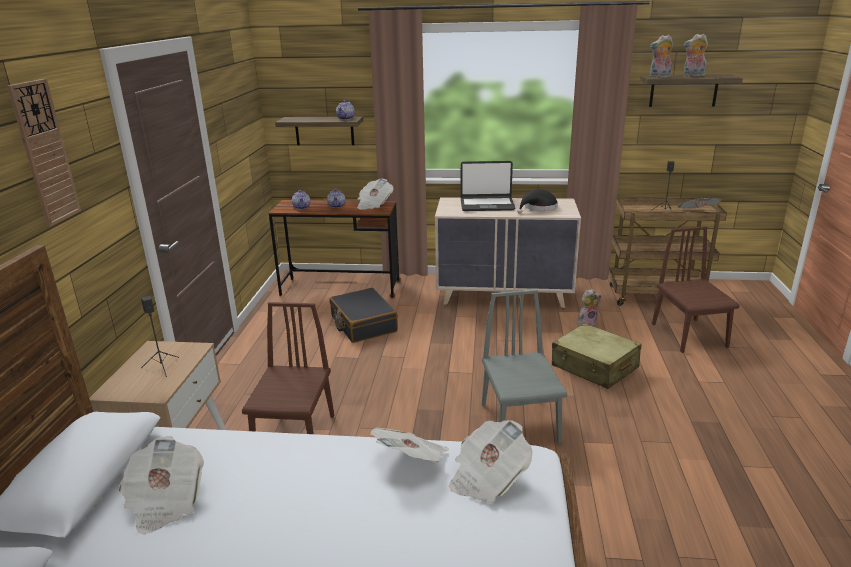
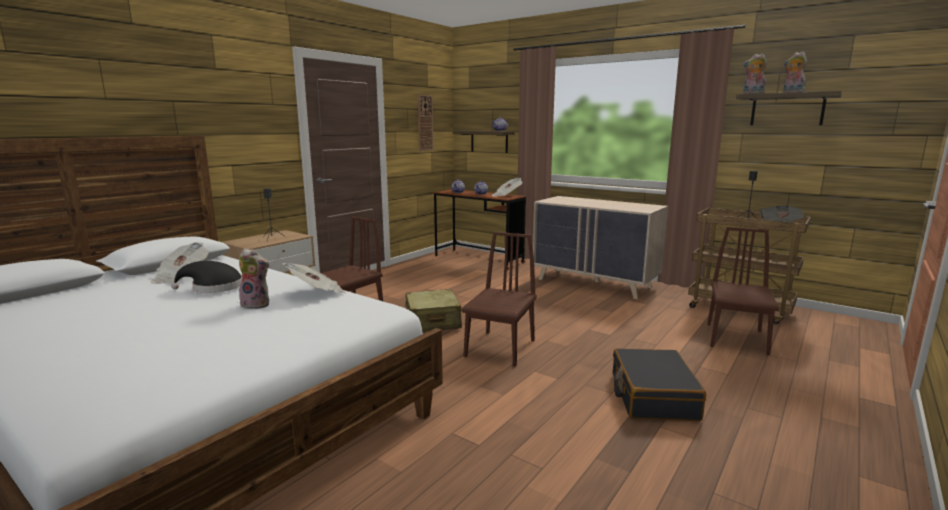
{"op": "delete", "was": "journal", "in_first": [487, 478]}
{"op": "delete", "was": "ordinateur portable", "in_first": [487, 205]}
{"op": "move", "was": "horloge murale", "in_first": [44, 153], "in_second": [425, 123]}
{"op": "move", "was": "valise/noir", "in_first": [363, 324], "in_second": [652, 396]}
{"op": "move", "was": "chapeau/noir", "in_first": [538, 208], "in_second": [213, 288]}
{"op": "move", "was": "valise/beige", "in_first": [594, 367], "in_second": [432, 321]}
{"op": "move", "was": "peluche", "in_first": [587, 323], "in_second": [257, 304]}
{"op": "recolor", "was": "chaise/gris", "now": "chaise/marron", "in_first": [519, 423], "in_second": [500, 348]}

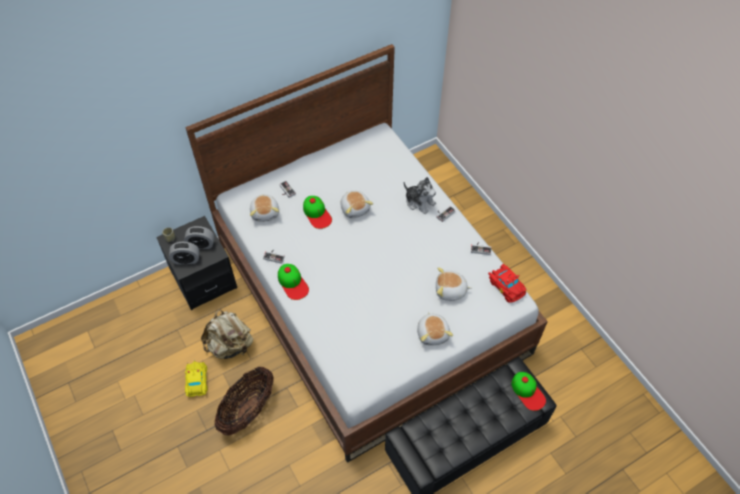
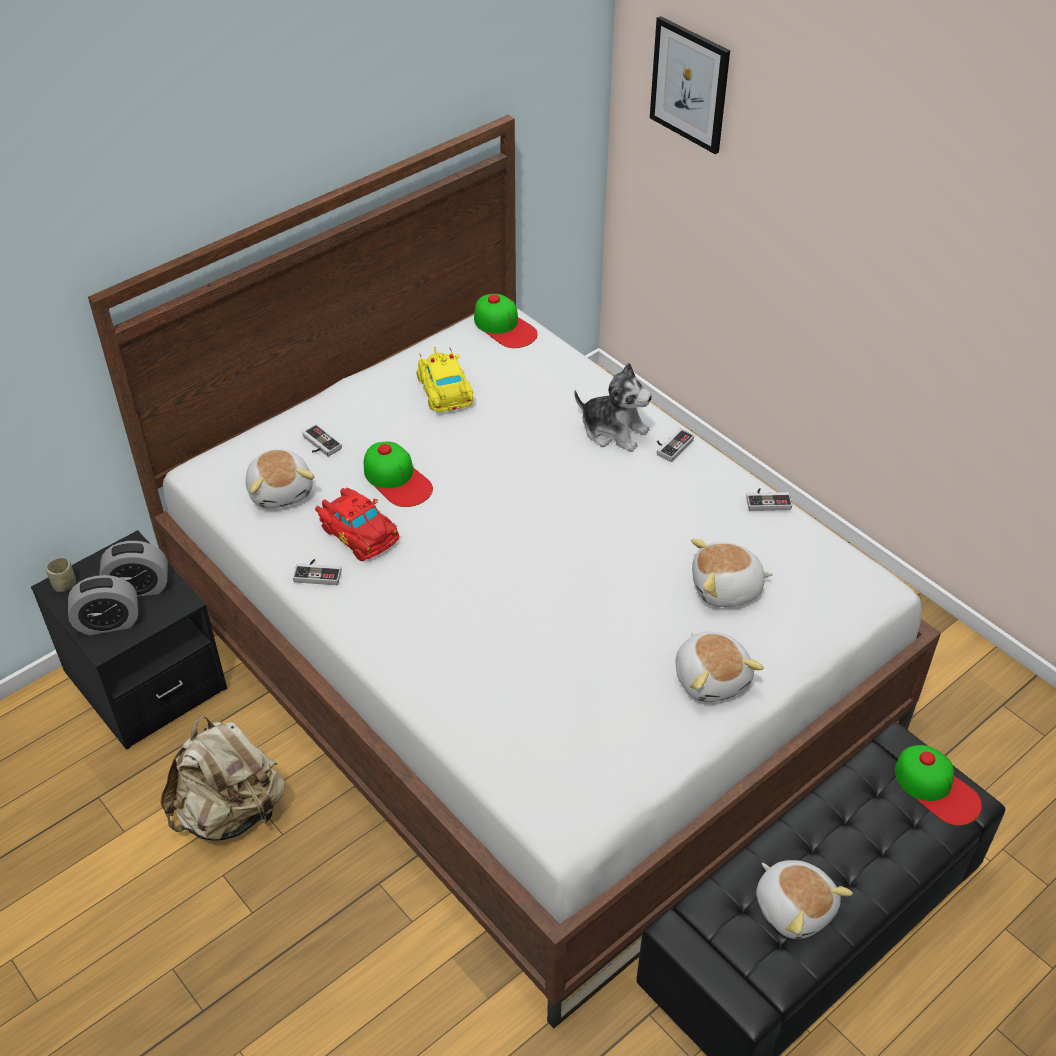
{"op": "delete", "was": "panier", "in_first": [248, 410]}
{"op": "insert", "now": "tableau", "in_second": [690, 84]}
{"op": "move", "was": "petite voiture/jaune", "in_first": [196, 382], "in_second": [444, 392]}
{"op": "move", "was": "casquette", "in_first": [293, 283], "in_second": [504, 326]}
{"op": "move", "was": "peluche", "in_first": [355, 208], "in_second": [794, 907]}
{"op": "move", "was": "petite voiture/rouge", "in_first": [506, 285], "in_second": [359, 531]}

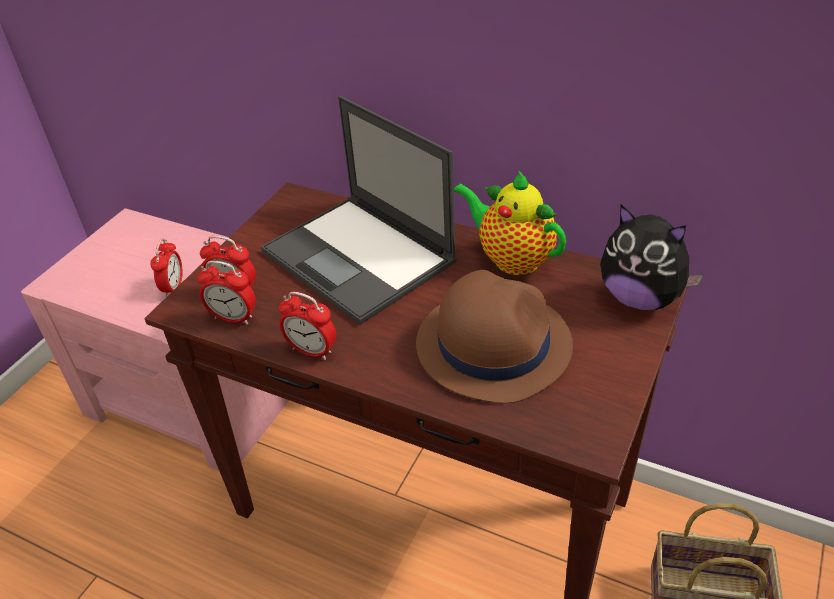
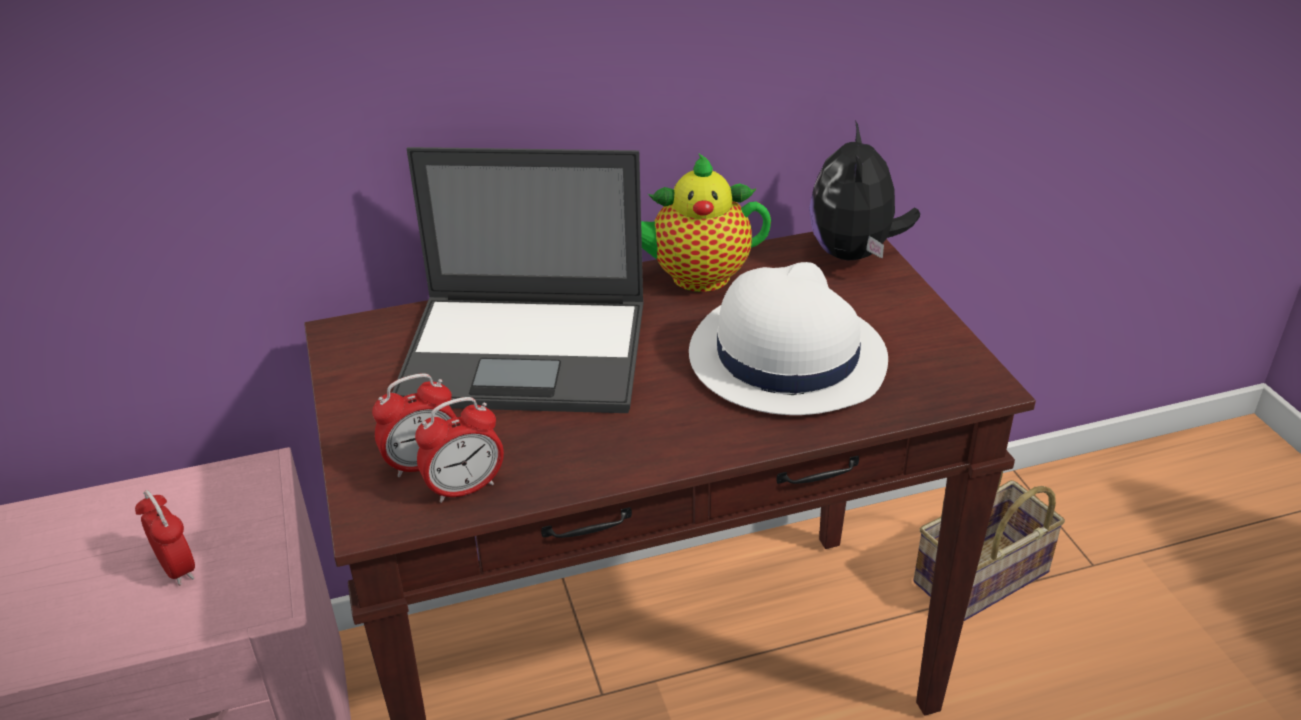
{"op": "delete", "was": "réveil", "in_first": [312, 351]}
{"op": "recolor", "was": "chapeau/marron", "now": "chapeau/blanc", "in_first": [493, 344], "in_second": [785, 357]}
{"op": "rotate", "was": "peluche", "in_first": [641, 298], "in_second": [854, 254], "clockwise": 105}

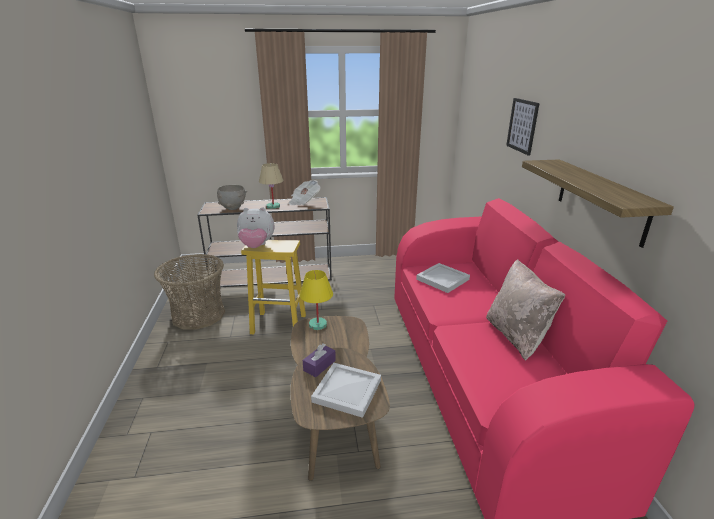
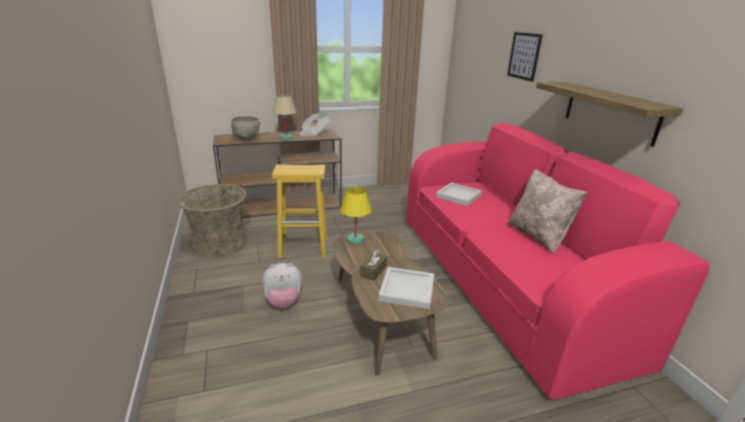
{"op": "move", "was": "peluche", "in_first": [256, 246], "in_second": [283, 302]}
{"op": "recolor", "was": "boîte à mouchoirs/violet", "now": "boîte à mouchoirs/marron", "in_first": [319, 365], "in_second": [373, 271]}

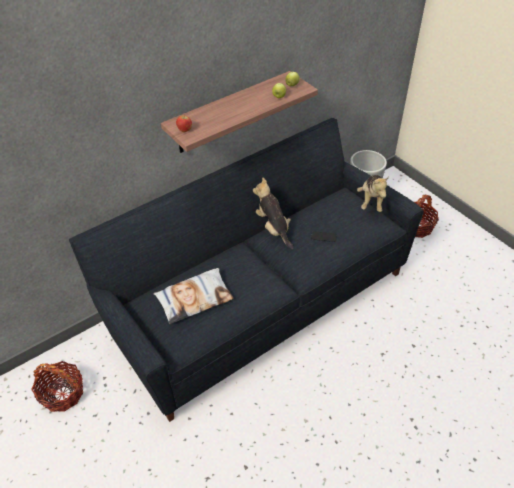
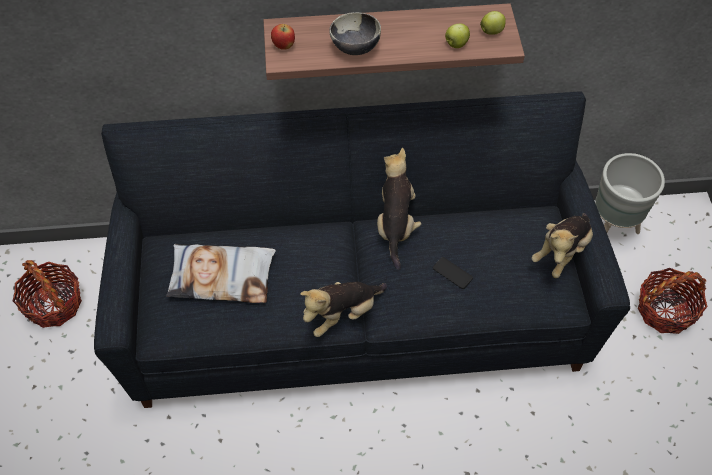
{"op": "insert", "now": "peluche", "in_second": [342, 314]}
{"op": "insert", "now": "bol", "in_second": [355, 48]}

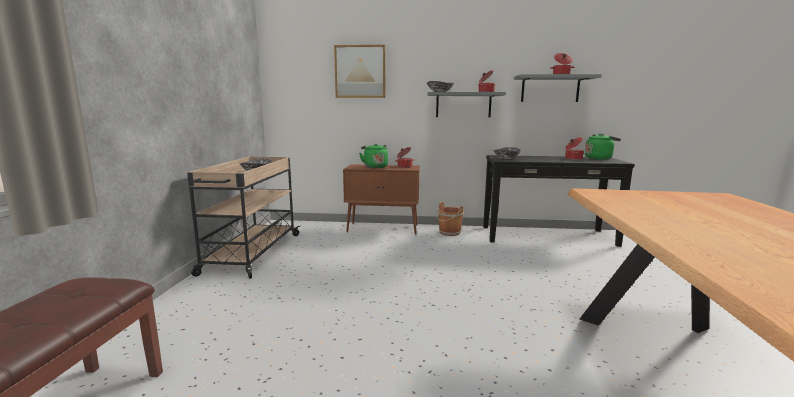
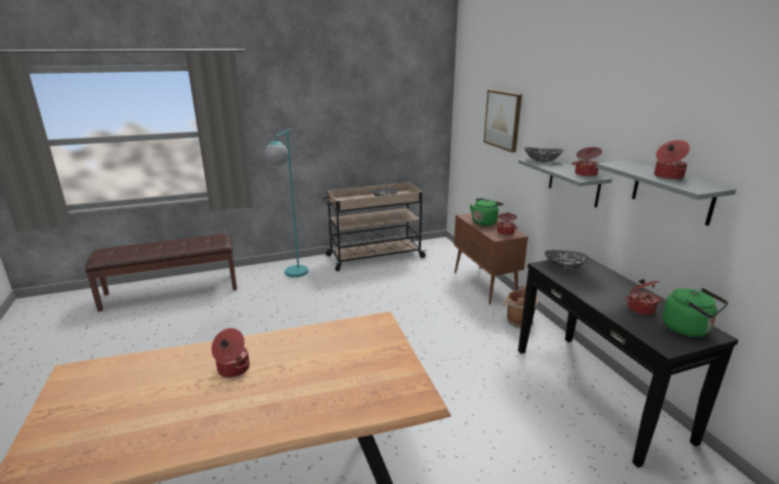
{"op": "insert", "now": "marmite", "in_second": [233, 369]}
{"op": "insert", "now": "lampadaire/turquoise", "in_second": [293, 275]}

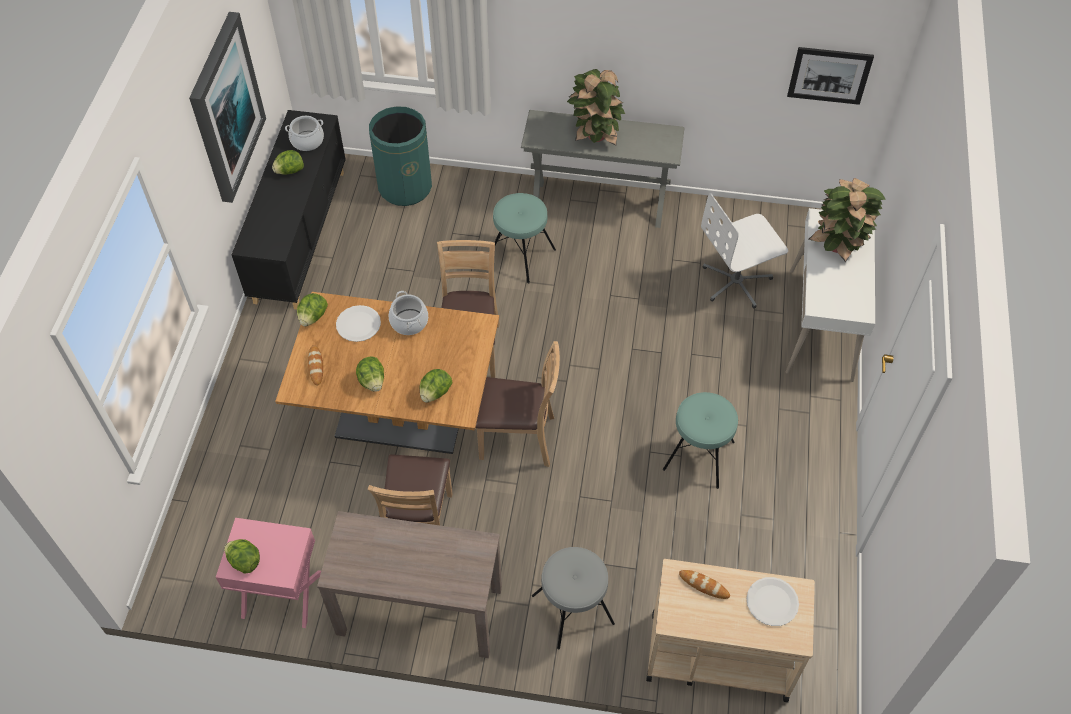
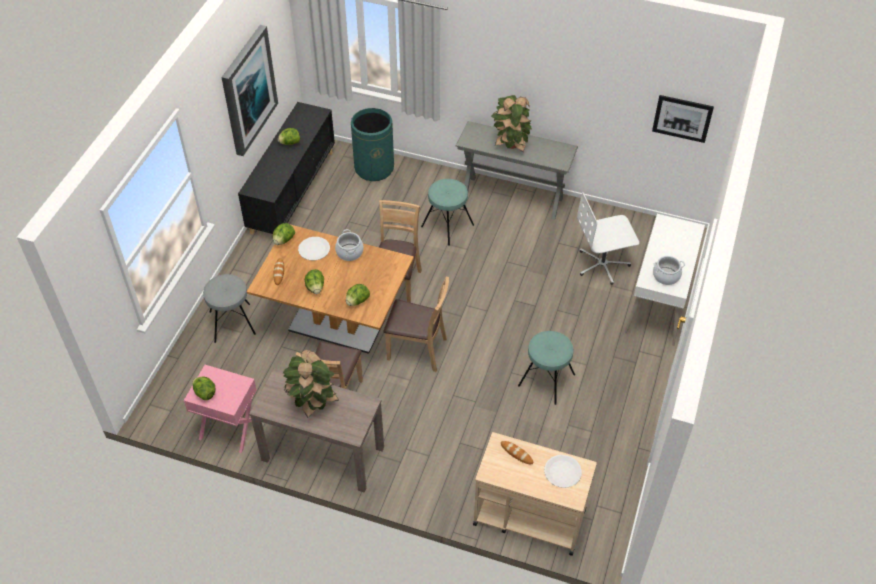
{"op": "move", "was": "marmite", "in_first": [307, 141], "in_second": [666, 276]}
{"op": "move", "was": "tabouret/gris", "in_first": [572, 609], "in_second": [232, 323]}
{"op": "move", "was": "plante en pot", "in_first": [837, 247], "in_second": [313, 403]}

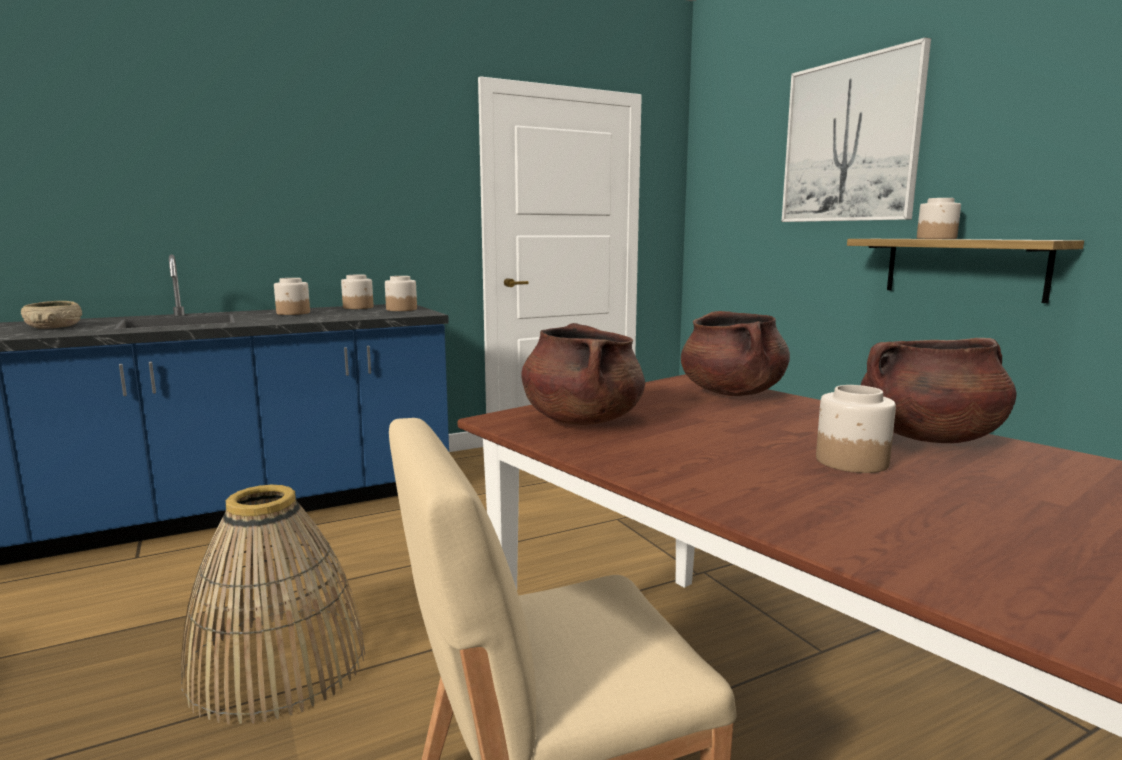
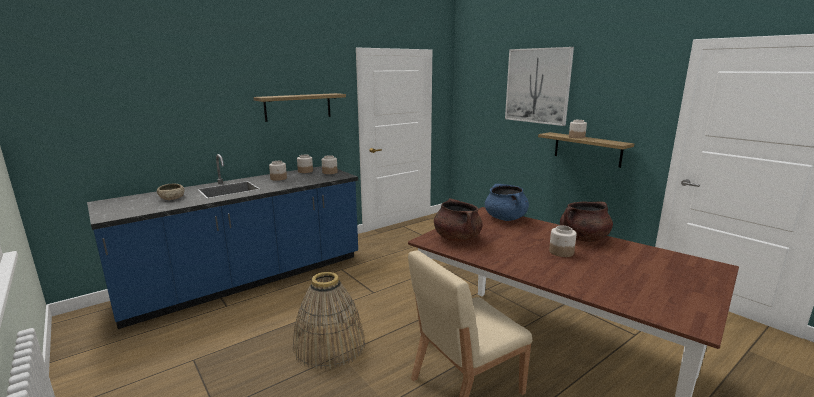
{"op": "insert", "now": "étagère", "in_second": [298, 107]}
{"op": "recolor", "was": "marmite/marron", "now": "marmite/bleu", "in_first": [732, 393], "in_second": [505, 218]}

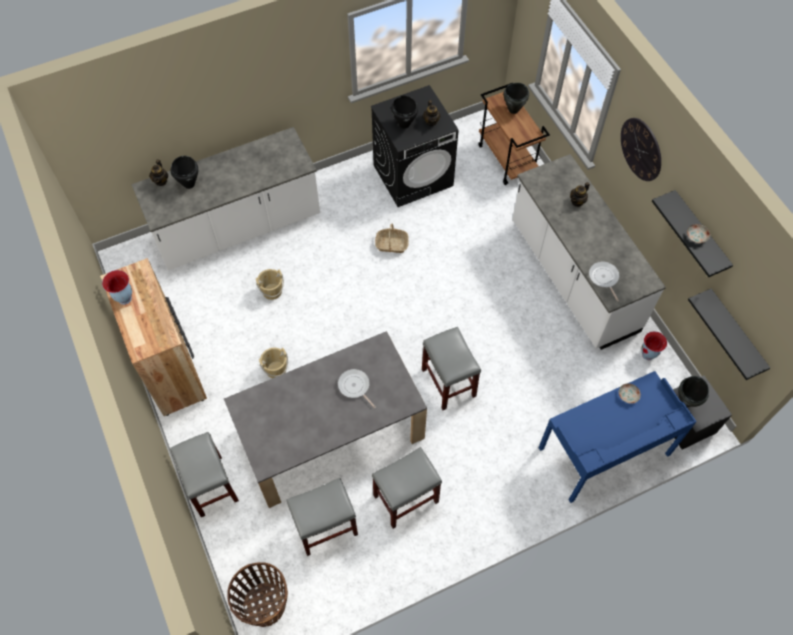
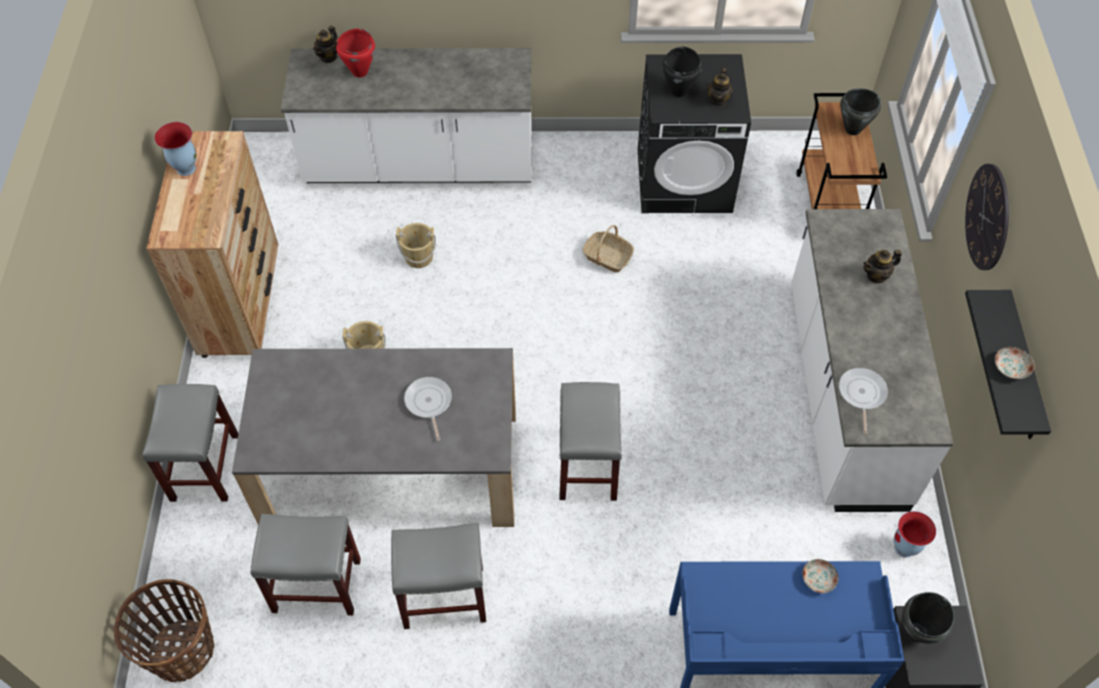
{"op": "delete", "was": "étagère/noir", "in_first": [735, 333]}
{"op": "recolor", "was": "marmite/noir", "now": "marmite/rouge", "in_first": [189, 184], "in_second": [359, 72]}

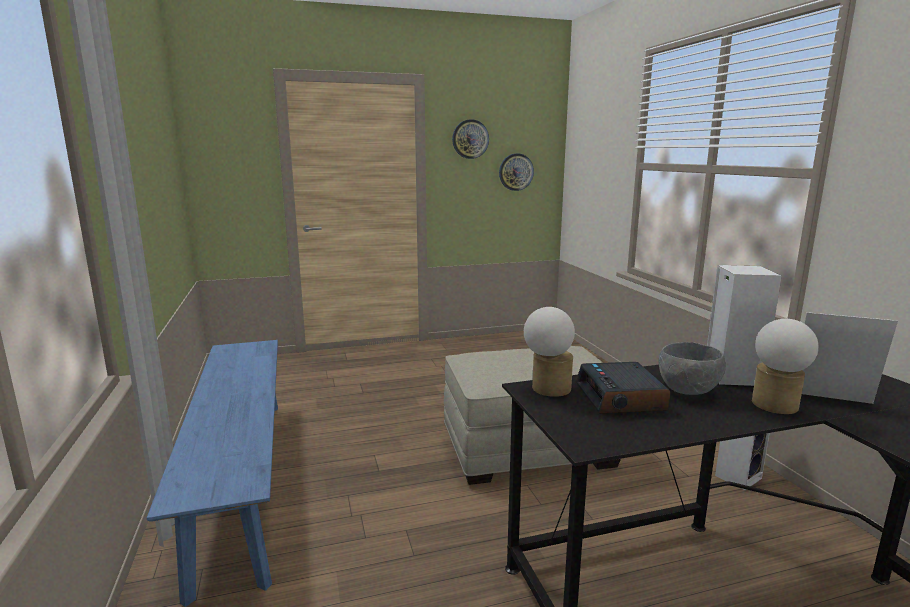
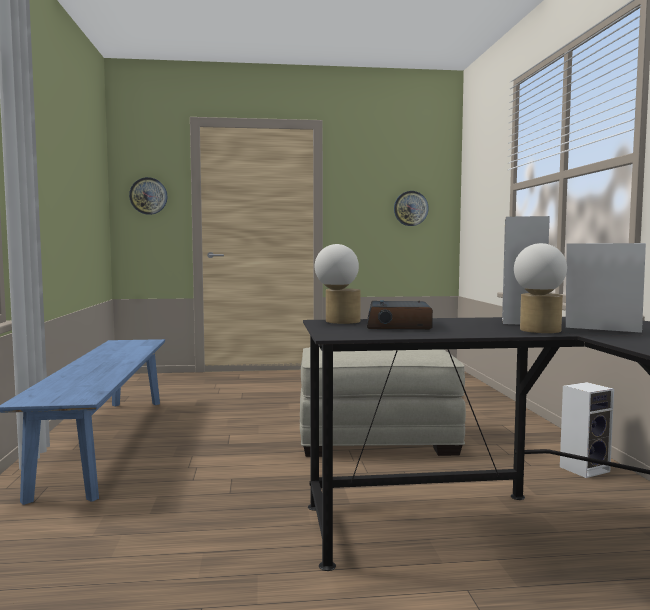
{"op": "delete", "was": "bol/gris", "in_first": [688, 391]}
{"op": "move", "was": "horloge murale", "in_first": [470, 139], "in_second": [148, 196]}

